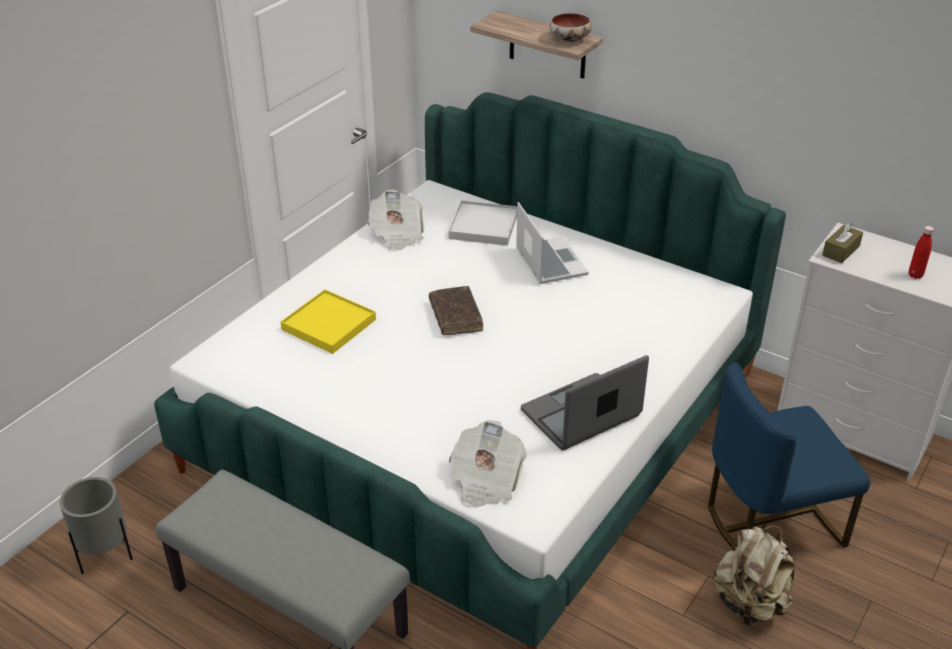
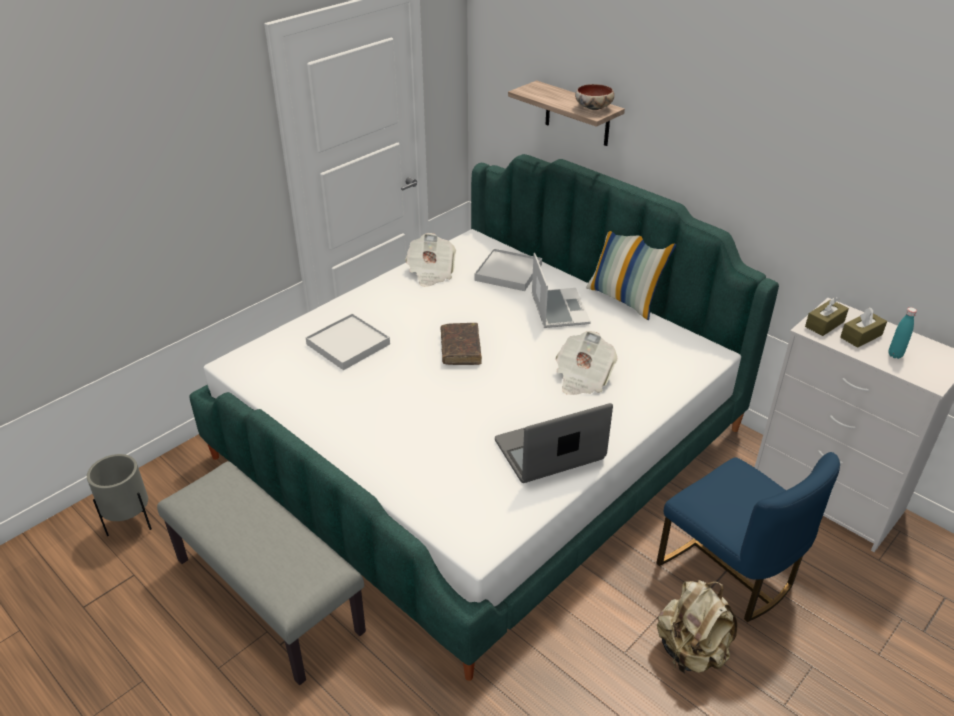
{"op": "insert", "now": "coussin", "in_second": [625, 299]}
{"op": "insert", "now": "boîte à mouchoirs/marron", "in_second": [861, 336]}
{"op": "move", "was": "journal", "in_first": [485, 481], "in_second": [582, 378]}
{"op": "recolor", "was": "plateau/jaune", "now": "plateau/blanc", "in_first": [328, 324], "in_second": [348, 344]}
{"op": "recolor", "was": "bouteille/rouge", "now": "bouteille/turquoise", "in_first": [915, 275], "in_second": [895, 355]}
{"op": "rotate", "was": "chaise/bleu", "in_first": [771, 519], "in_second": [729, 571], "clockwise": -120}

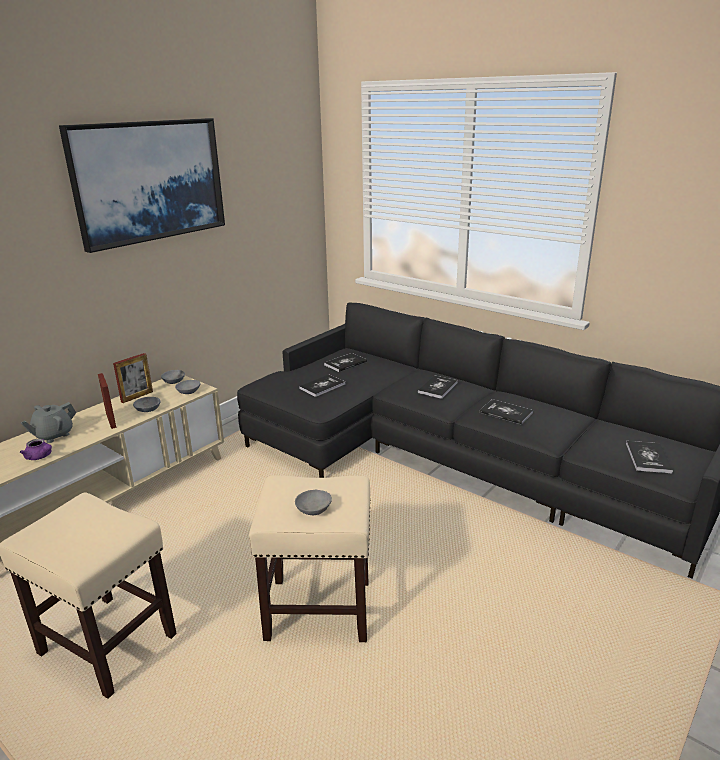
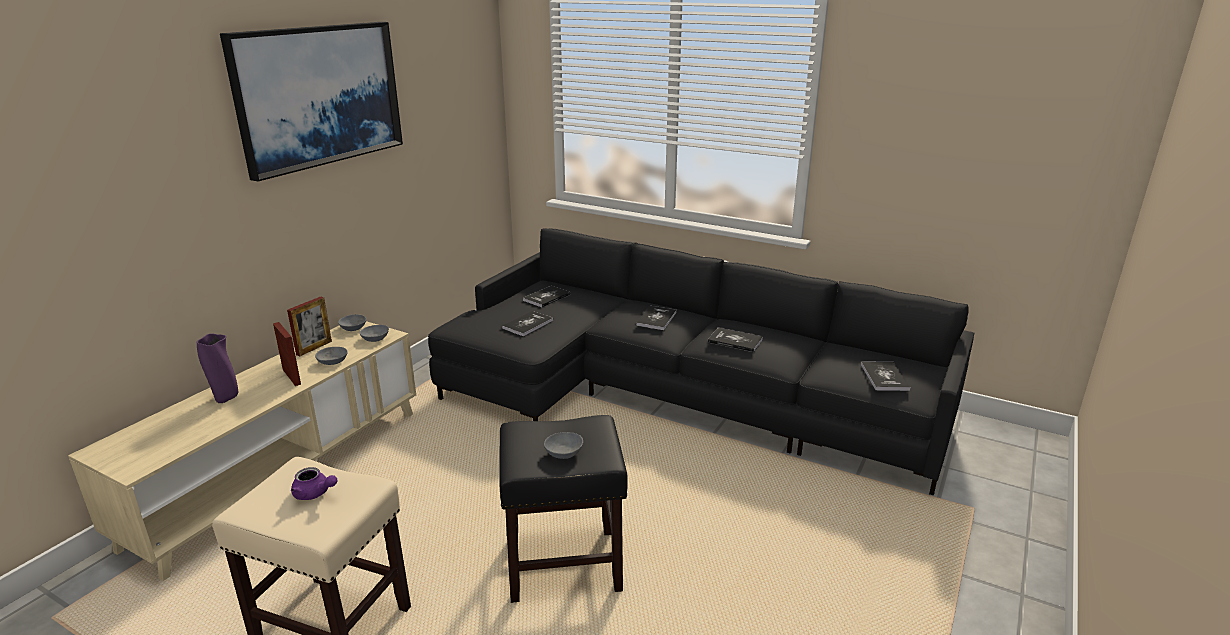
{"op": "move", "was": "théière/violet", "in_first": [40, 457], "in_second": [315, 494]}
{"op": "replace", "was": "théière/gris", "now": "vase/violet", "in_first": [53, 435], "in_second": [225, 398]}
{"op": "recolor", "was": "tabouret/beige", "now": "tabouret/noir", "in_first": [320, 610], "in_second": [565, 564]}

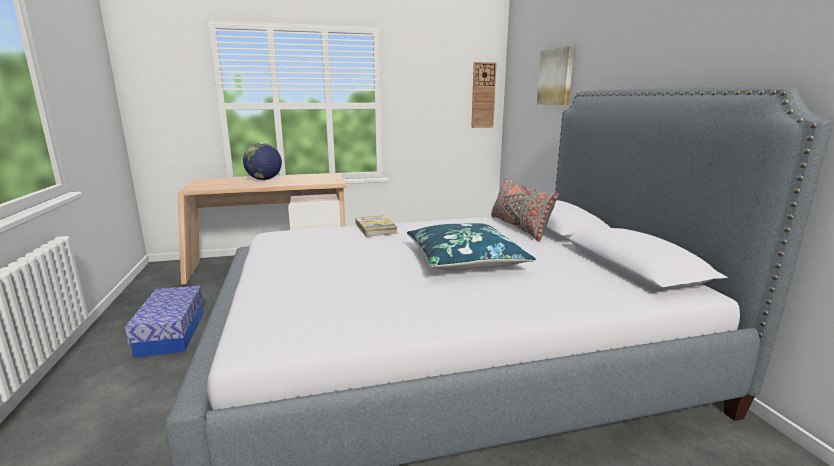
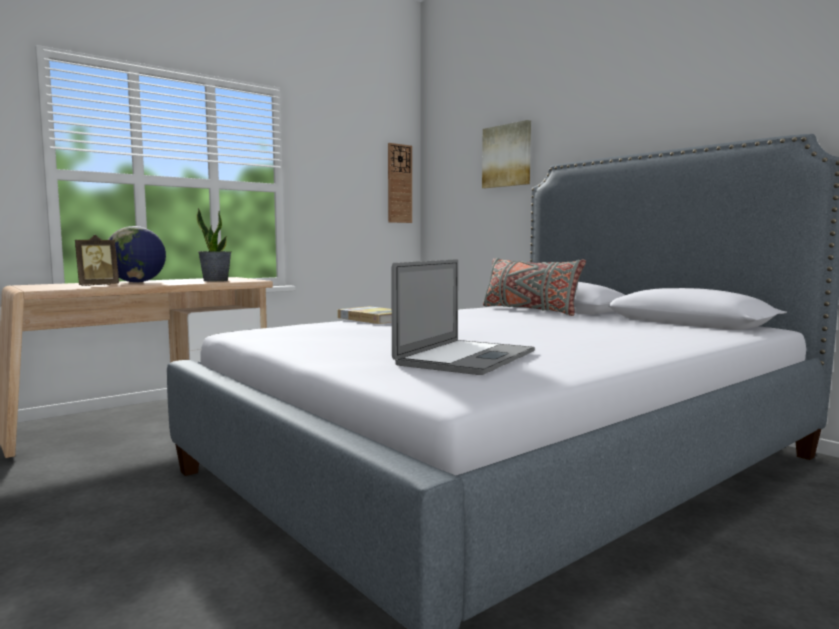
{"op": "delete", "was": "boîte de rangement", "in_first": [172, 333]}
{"op": "delete", "was": "coussin/bleu", "in_first": [465, 260]}
{"op": "insert", "now": "cadre photo", "in_second": [98, 286]}
{"op": "insert", "now": "plante en pot", "in_second": [215, 280]}
{"op": "insert", "now": "ordinateur portable", "in_second": [466, 358]}

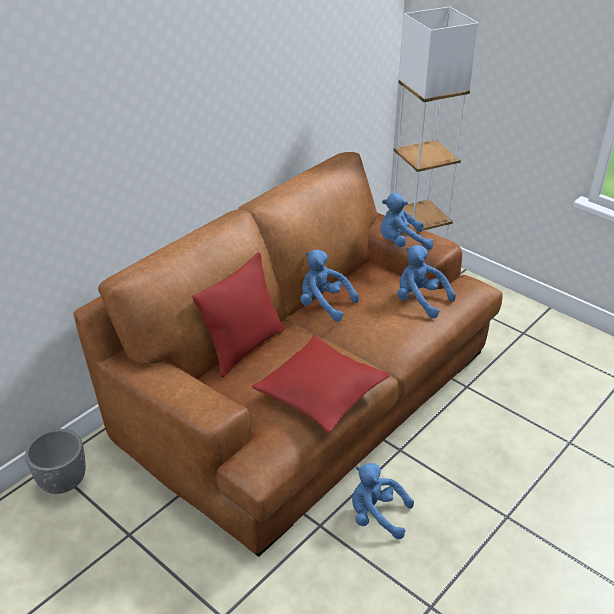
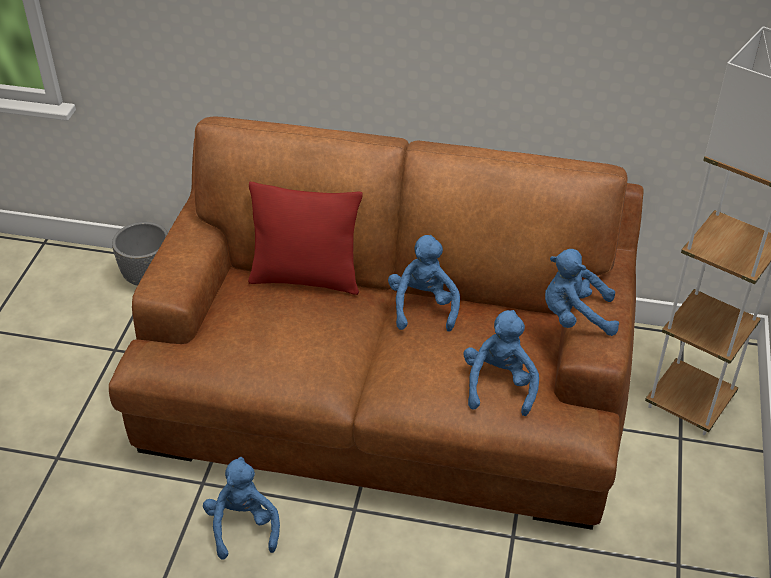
{"op": "delete", "was": "coussin/rouge", "in_first": [321, 392]}
{"op": "rotate", "was": "peluche/bleu", "in_first": [401, 243], "in_second": [575, 317], "clockwise": -45}

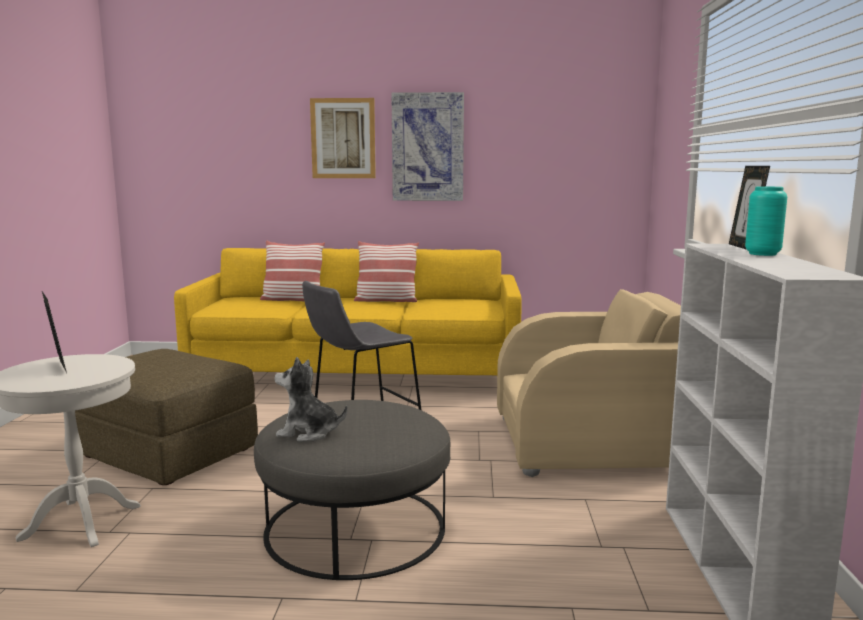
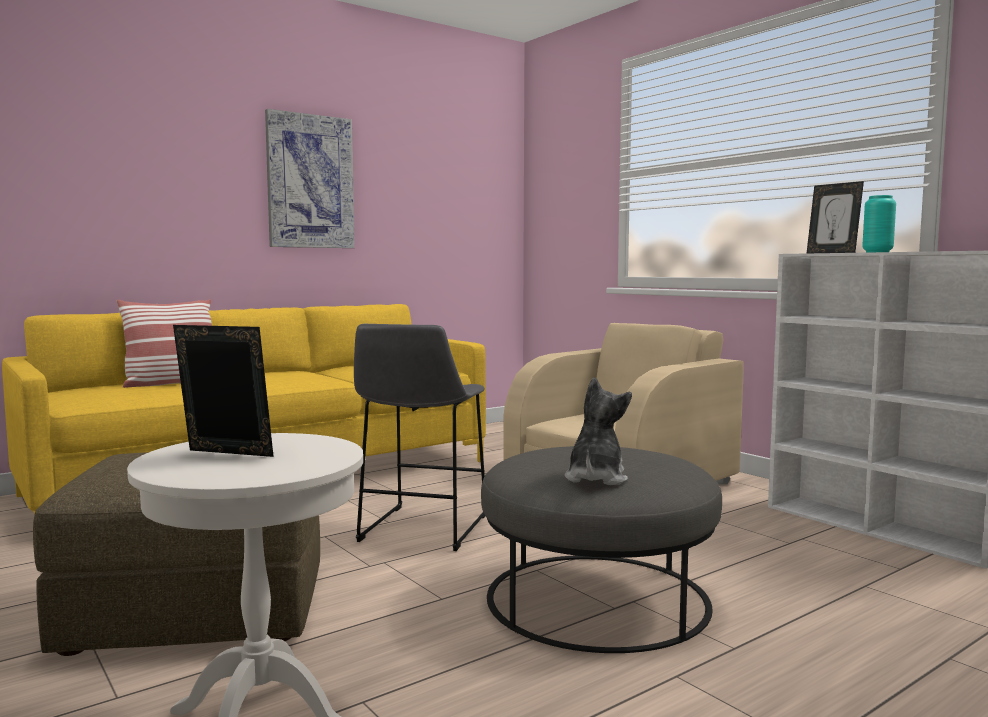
{"op": "delete", "was": "tableau", "in_first": [343, 138]}
{"op": "delete", "was": "coussin", "in_first": [386, 300]}
{"op": "rotate", "was": "peluche", "in_first": [308, 433], "in_second": [595, 478], "clockwise": 135}

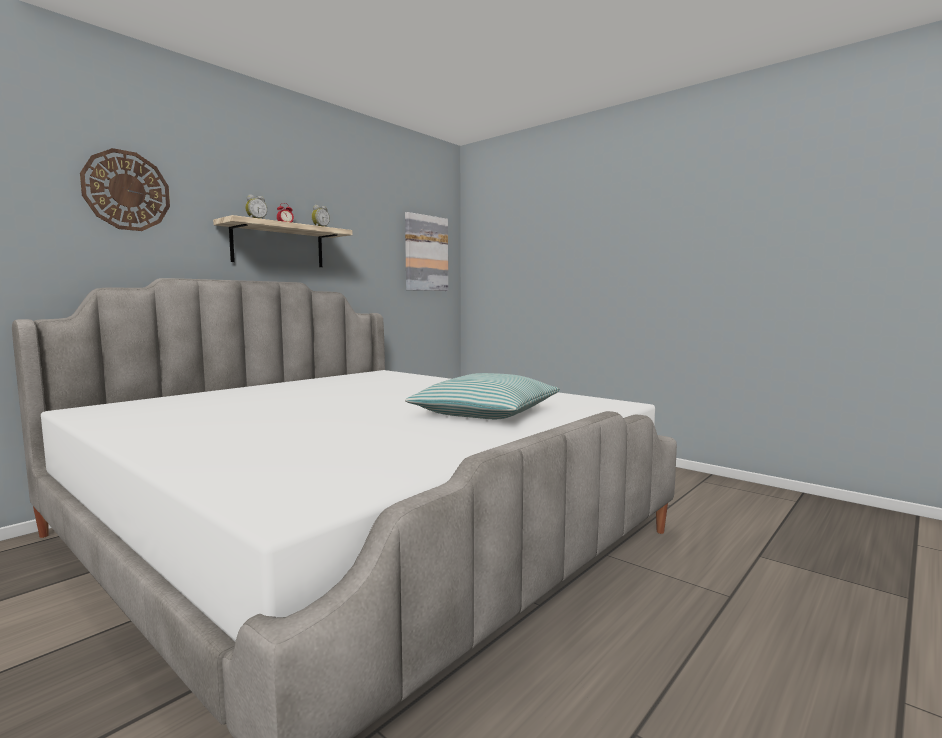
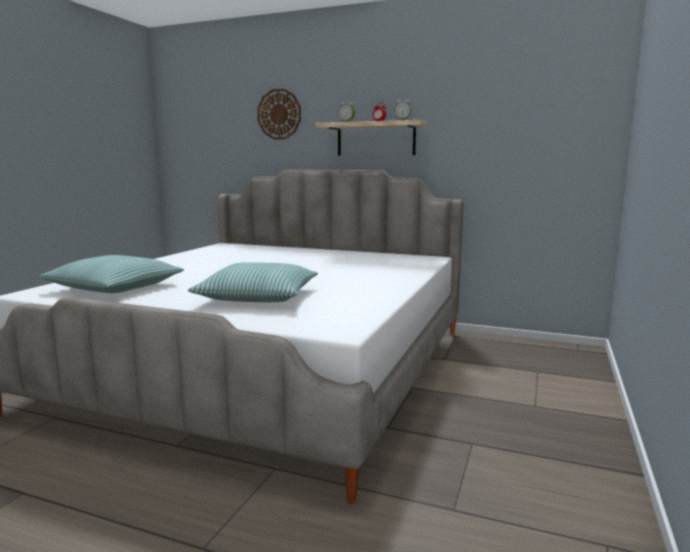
{"op": "delete", "was": "tableau", "in_first": [426, 253]}
{"op": "insert", "now": "coussin", "in_second": [115, 287]}

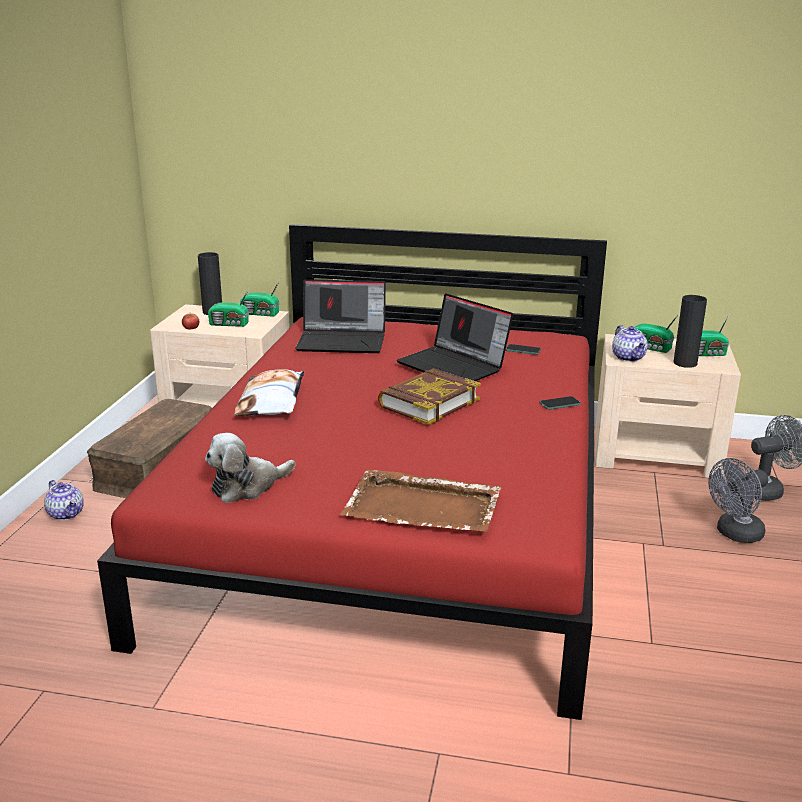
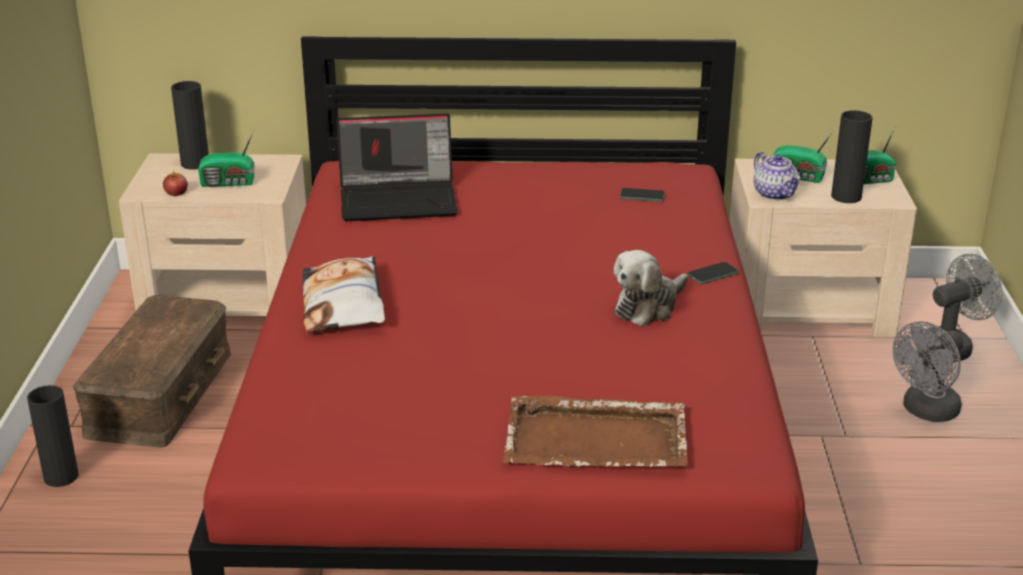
{"op": "delete", "was": "radio", "in_first": [261, 314]}
{"op": "delete", "was": "livre", "in_first": [428, 402]}
{"op": "delete", "was": "ordinateur portable", "in_first": [454, 366]}
{"op": "move", "was": "peluche", "in_first": [247, 486], "in_second": [648, 306]}
{"op": "replace", "was": "théière", "now": "vase/noir", "in_first": [66, 514], "in_second": [61, 477]}

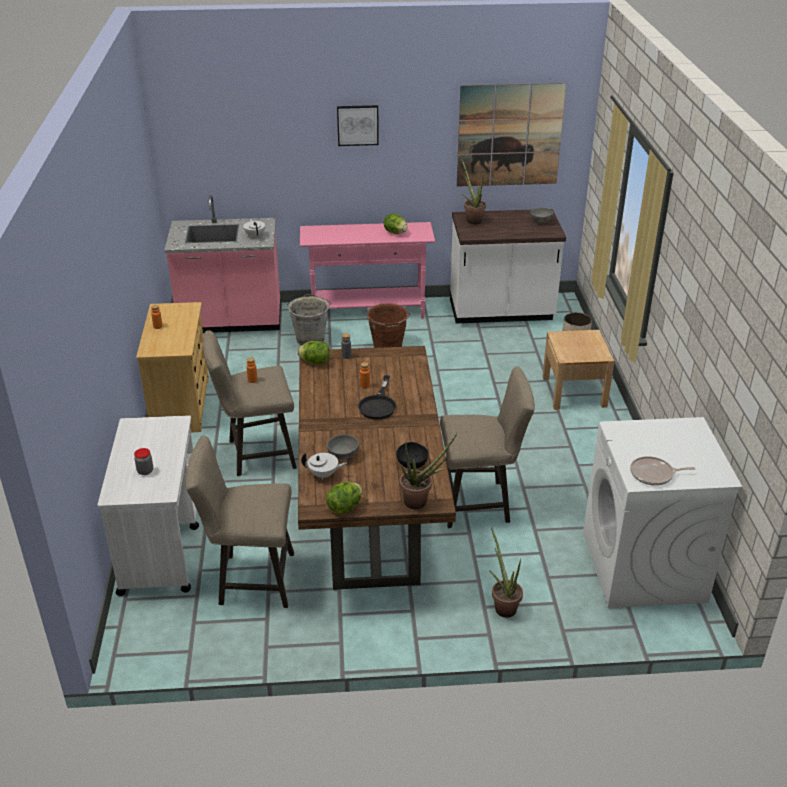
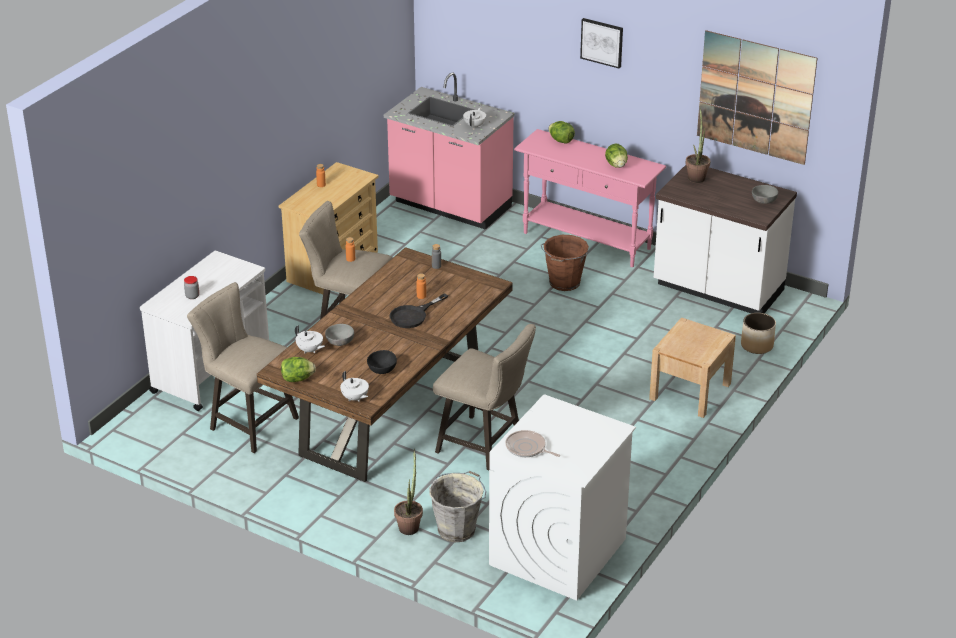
{"op": "move", "was": "seau/gris", "in_first": [310, 339], "in_second": [457, 529]}
{"op": "move", "was": "laitue", "in_first": [315, 362], "in_second": [561, 141]}
{"op": "replace", "was": "plante en pot", "now": "théière/blanc", "in_first": [420, 501], "in_second": [355, 398]}

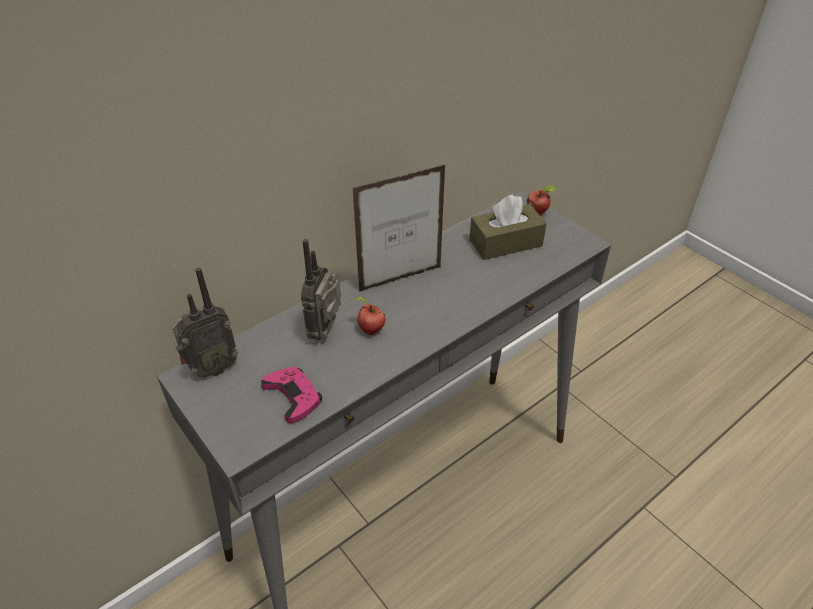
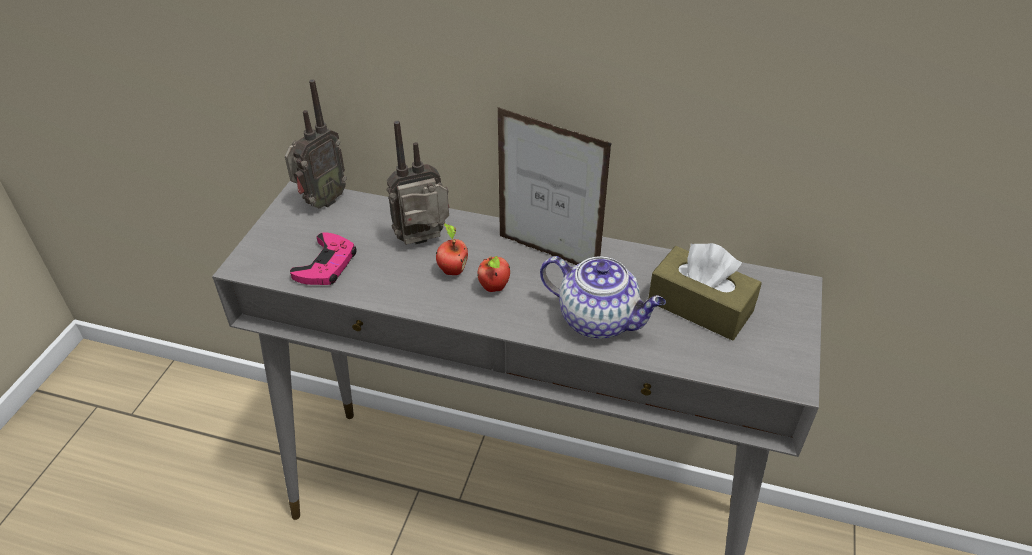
{"op": "insert", "now": "théière", "in_second": [599, 320]}
{"op": "move", "was": "pomme", "in_first": [538, 212], "in_second": [495, 288]}
{"op": "rotate", "was": "radio", "in_first": [211, 368], "in_second": [321, 202], "clockwise": -75}

